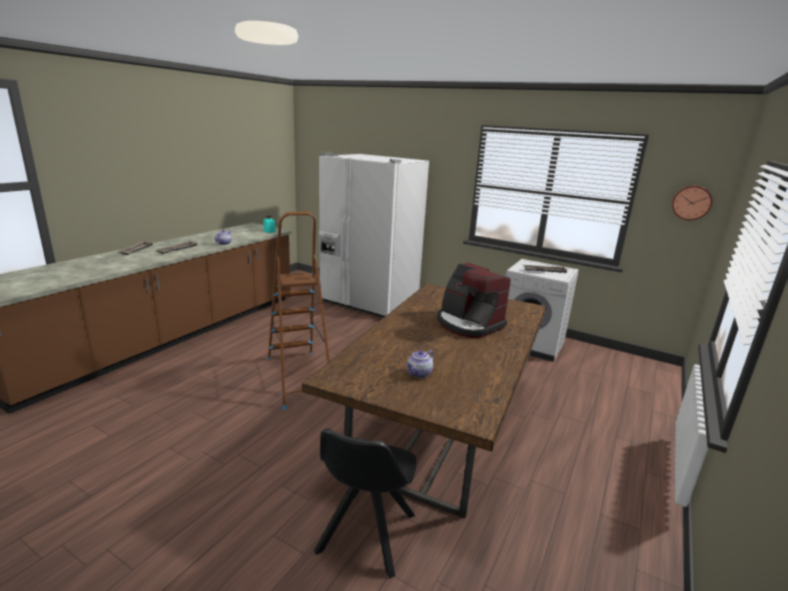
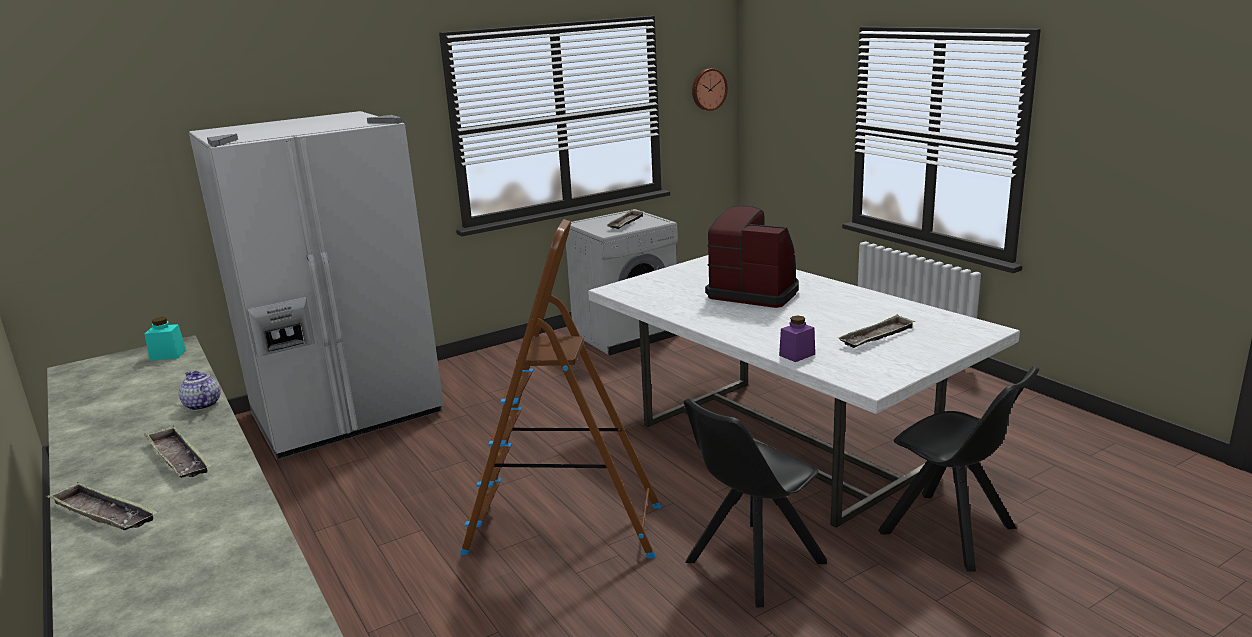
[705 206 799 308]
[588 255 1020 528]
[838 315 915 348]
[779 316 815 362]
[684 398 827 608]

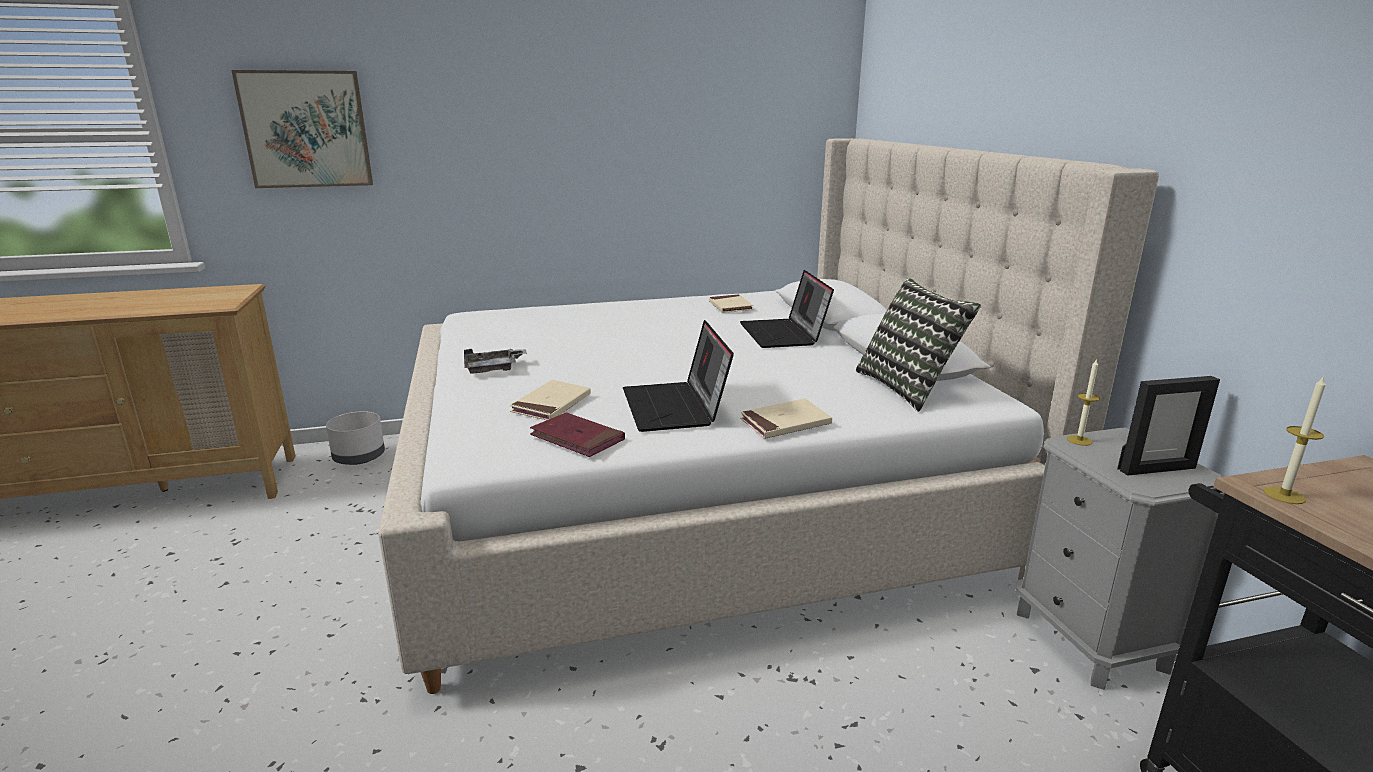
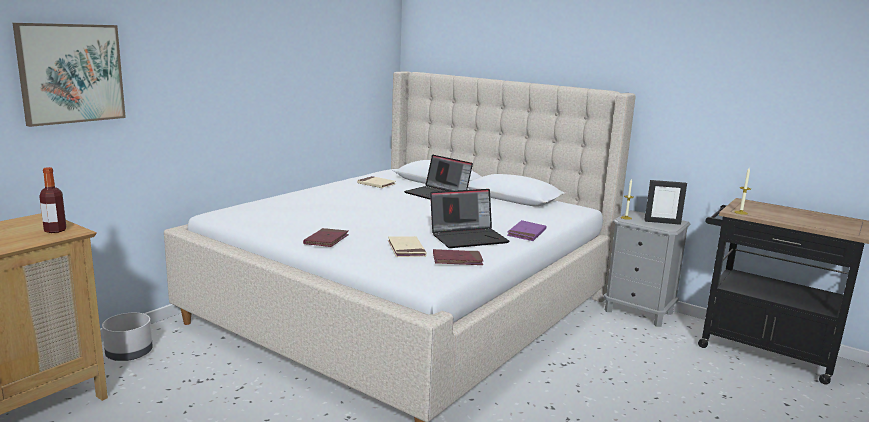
[856 278 981 412] (first image)
[430 189 509 248]
[303 228 349 247]
[644 180 687 225]
[507 220 547 241]
[39 167 66 233]

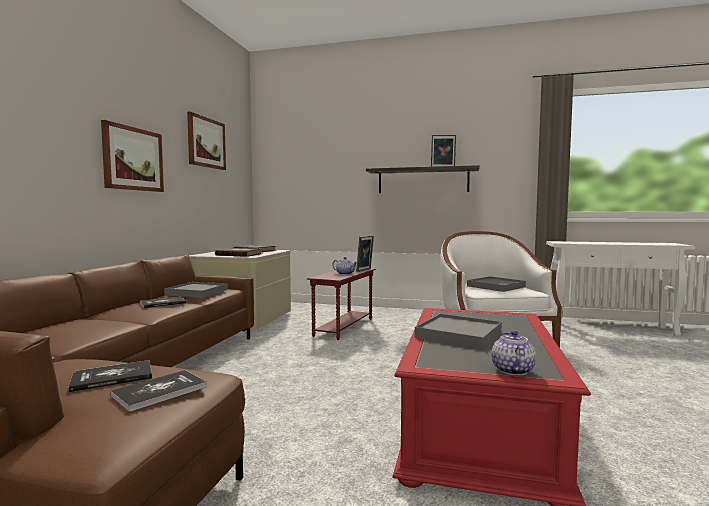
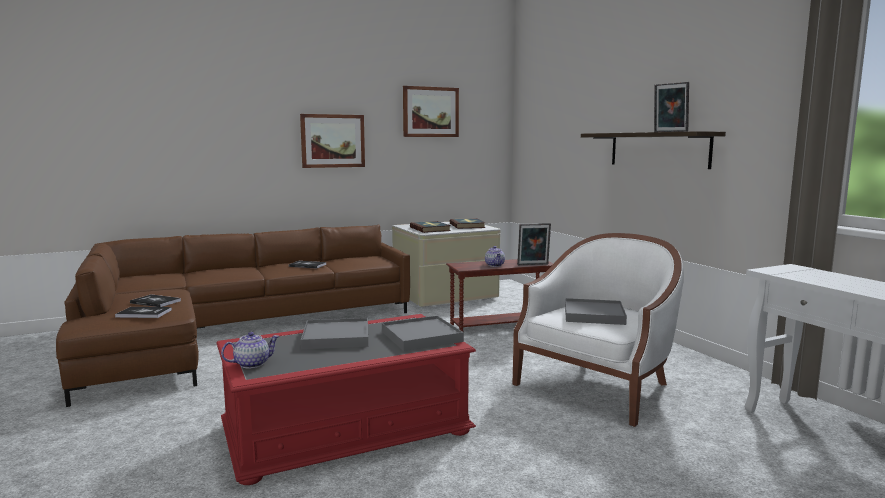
[382 316 464 351]

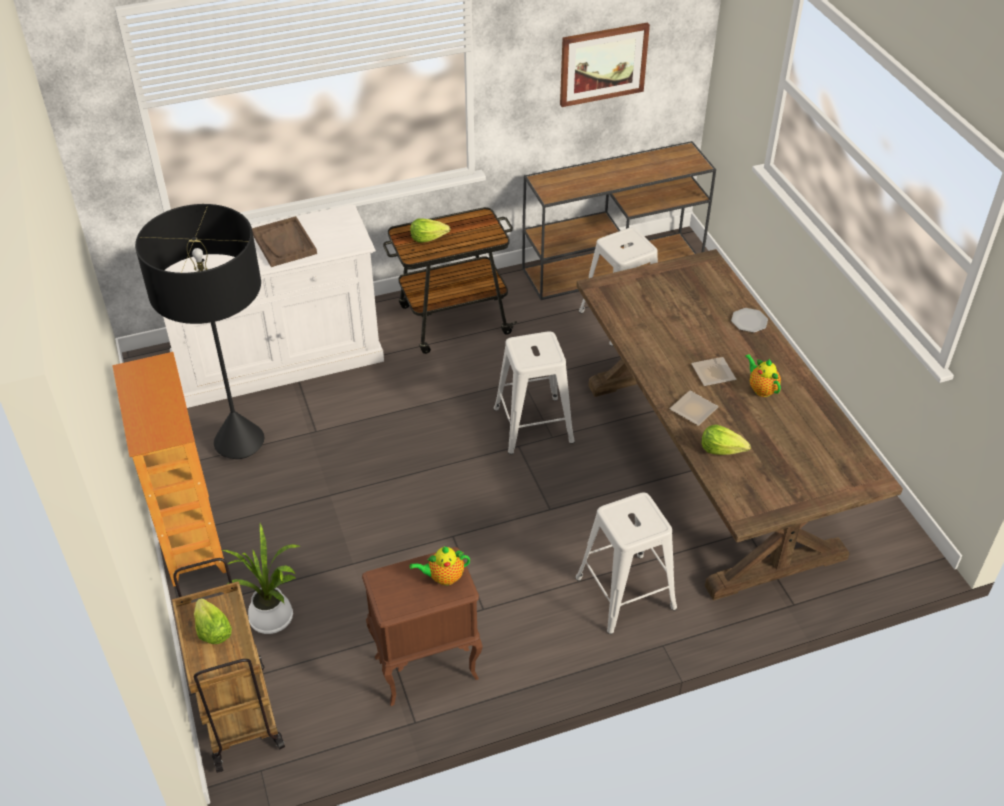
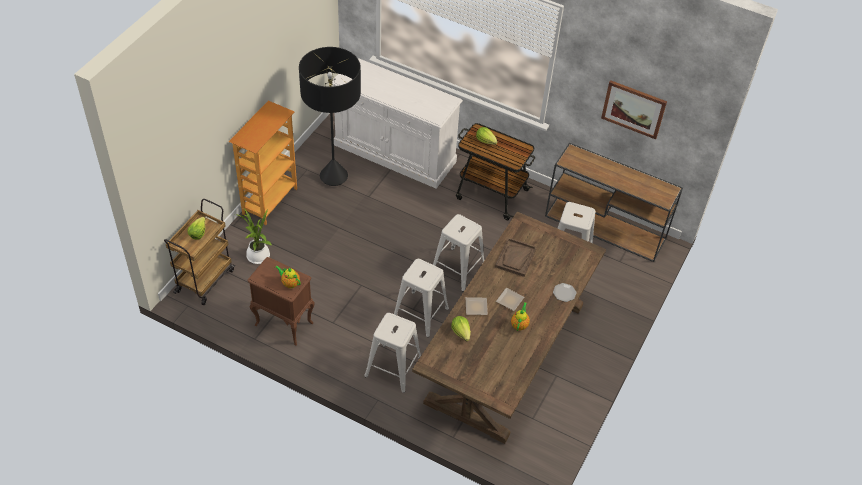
[495 237 537 277]
[394 259 449 337]

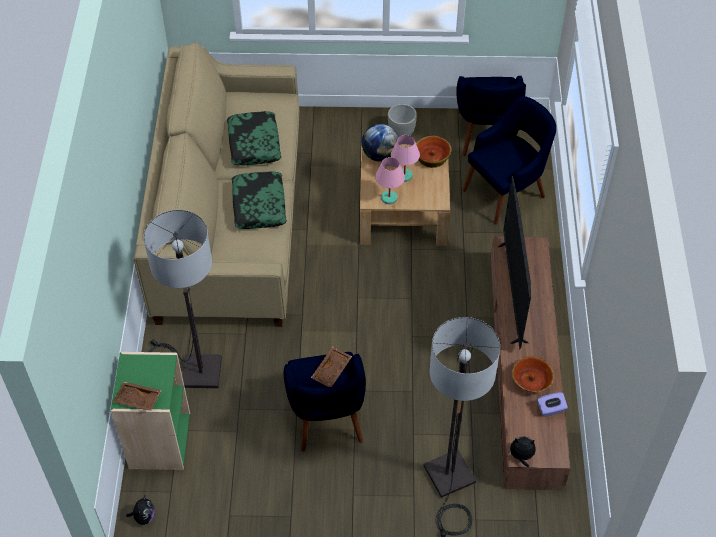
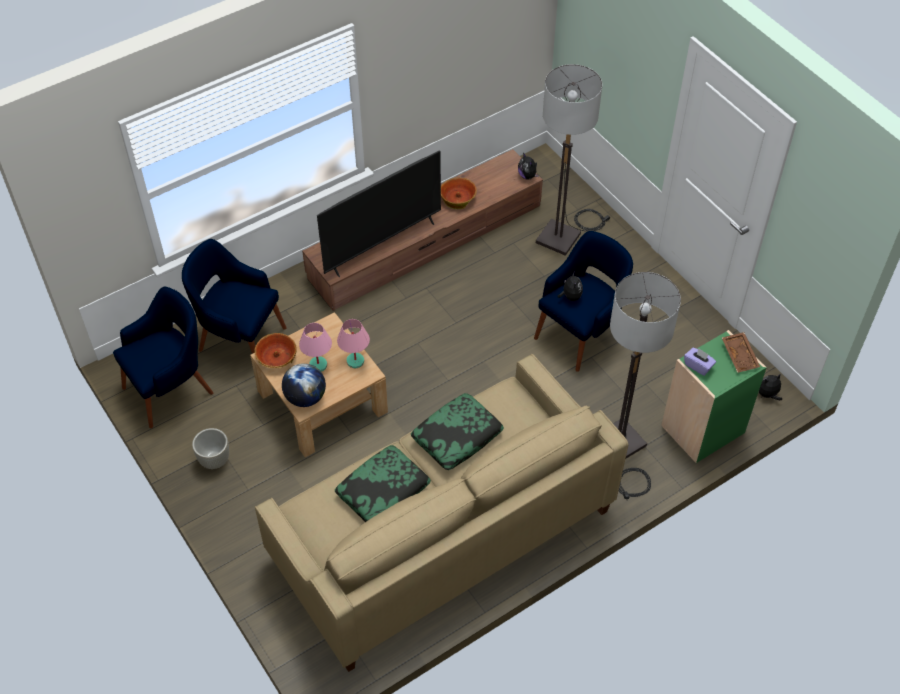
[558 272 583 301]
[684 347 716 376]

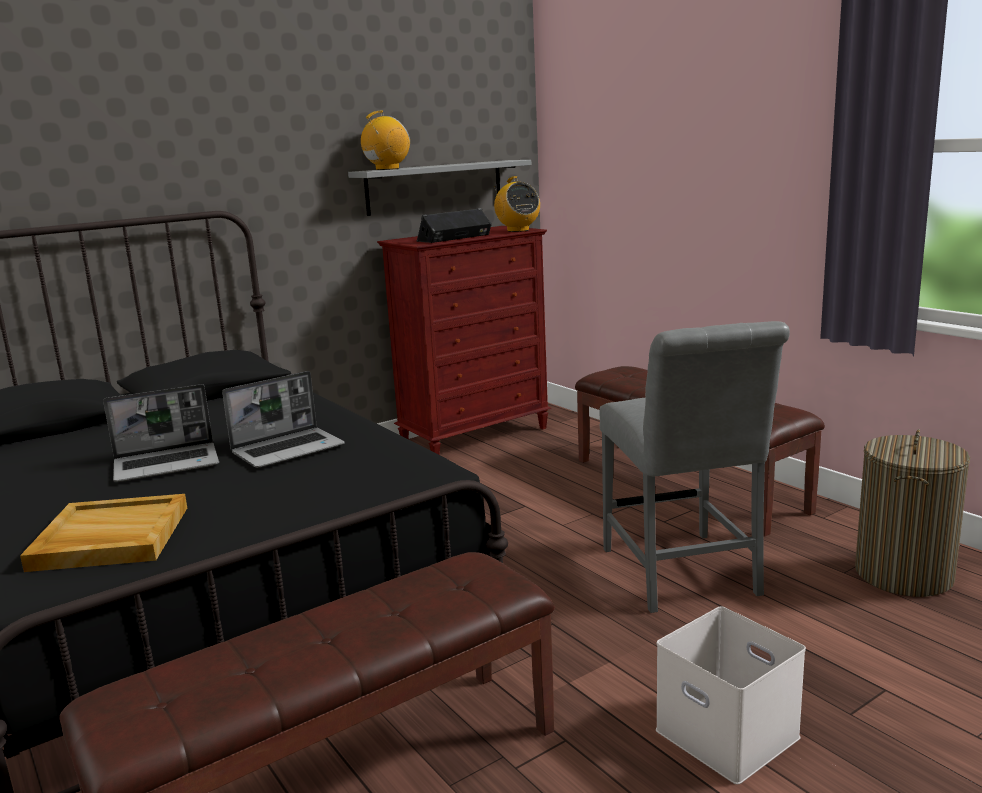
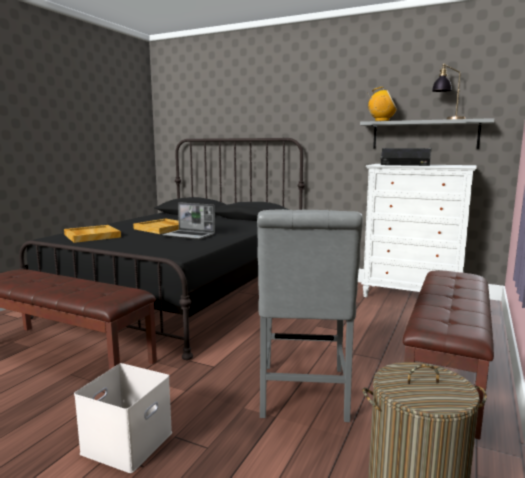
[494 176 540 232] (first image)
[361 164 477 297]
[257 209 363 422]
[133 218 179 234]
[432 64 465 120]

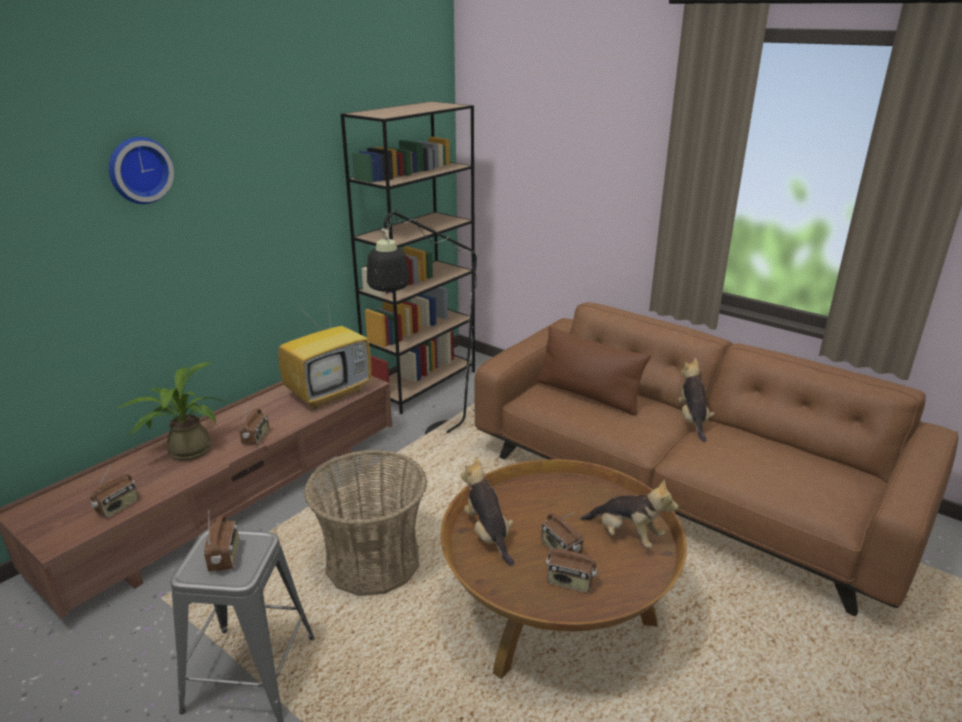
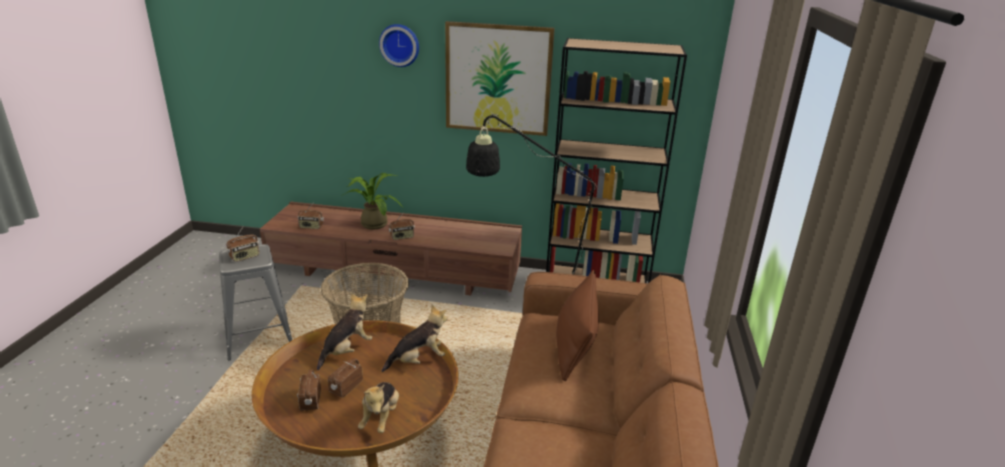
[278 296 371 409] (first image)
[382 304 447 372]
[445 21 555 136]

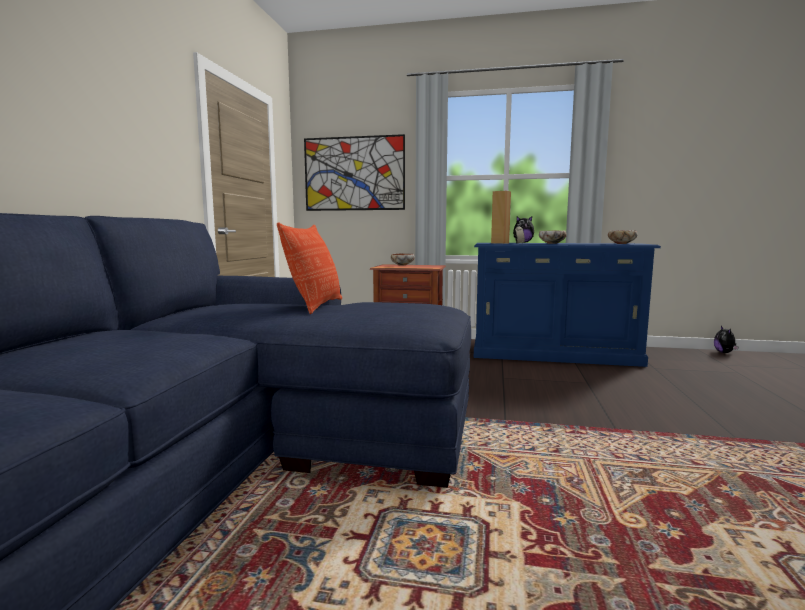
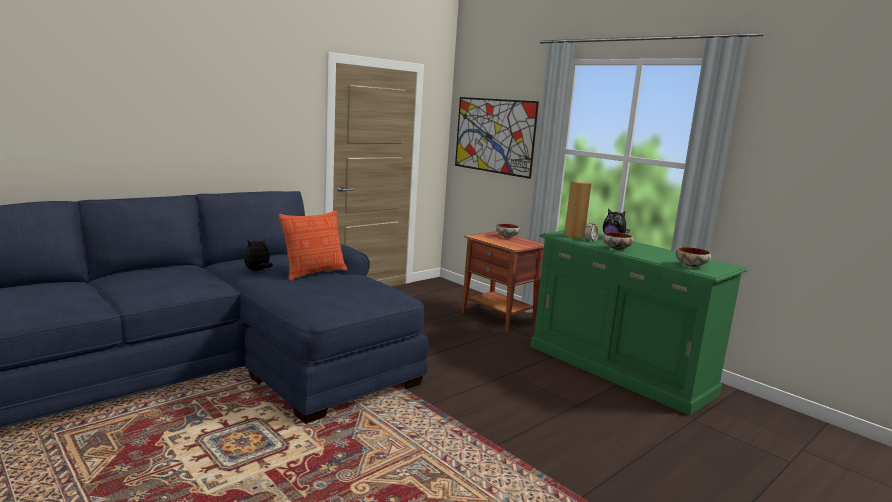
[530 230 747 416]
[244 238 273 271]

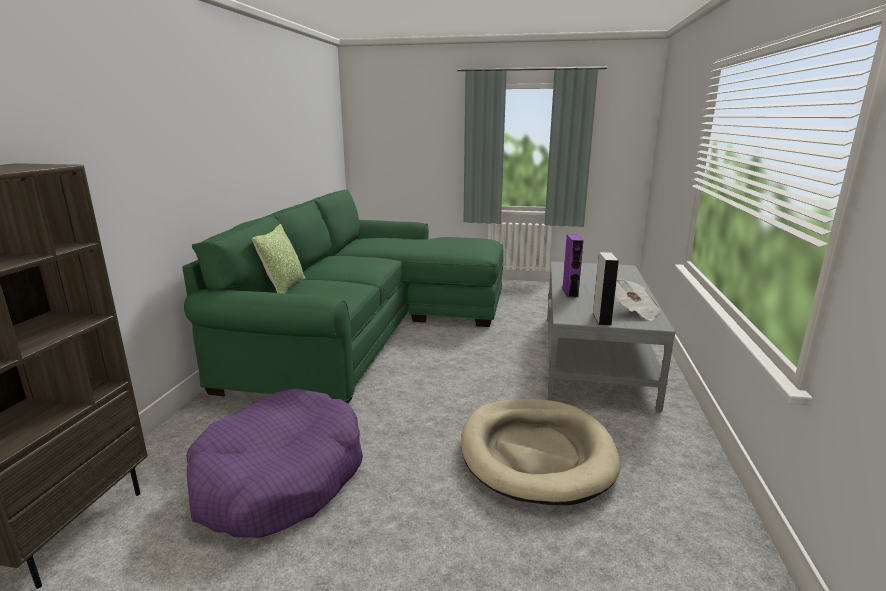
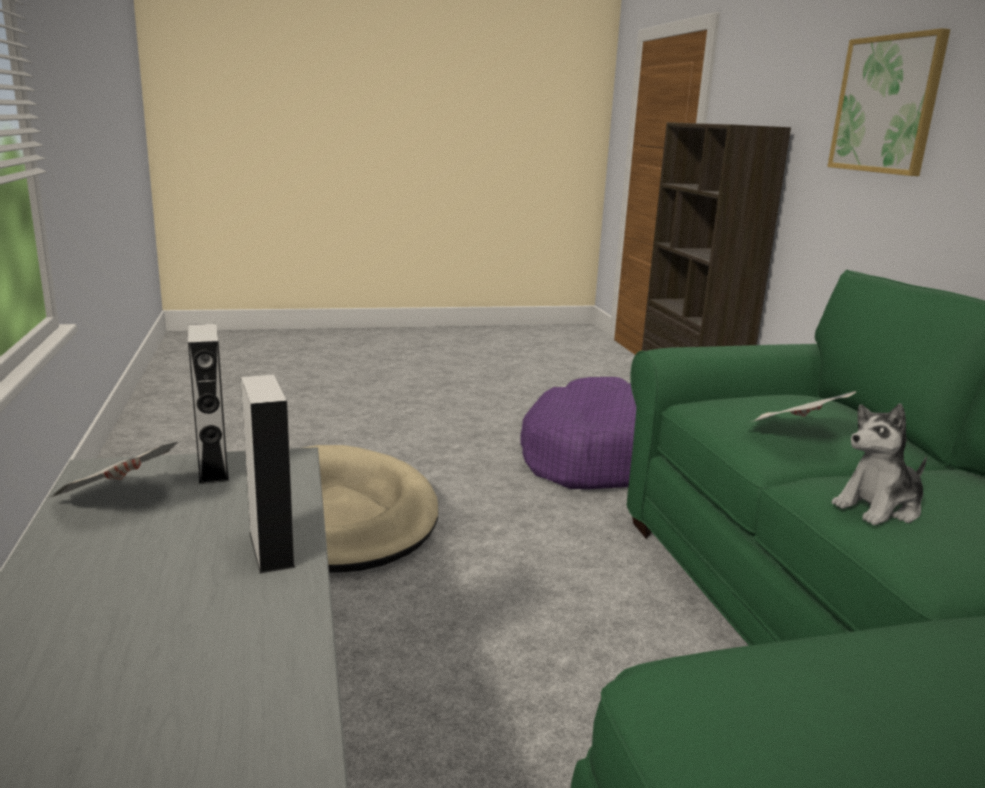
[252 224 305 293] (first image)
[241 375 295 574]
[827 28 950 176]
[748 391 856 423]
[831 404 927 525]

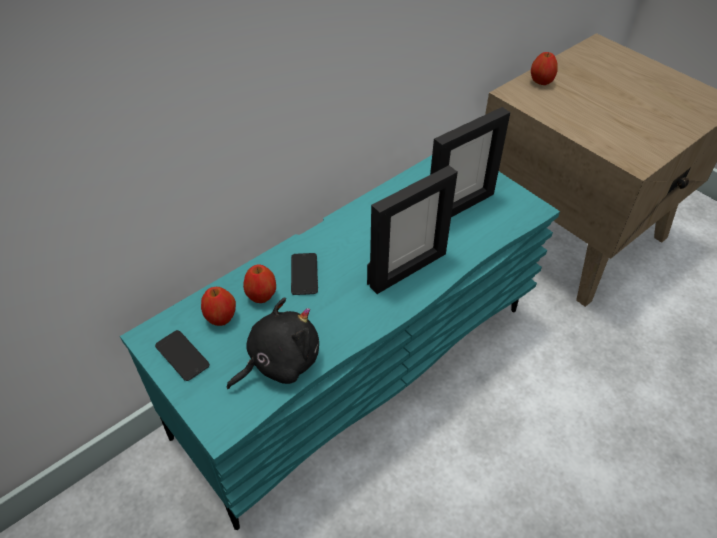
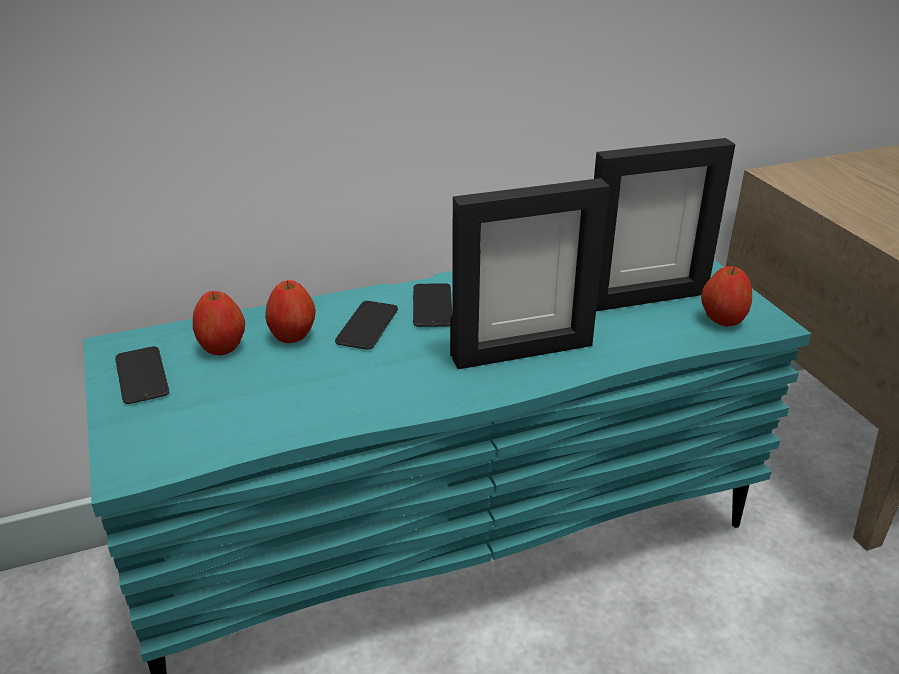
[701 266 752 327]
[226 298 319 389] (first image)
[413 283 452 327]

